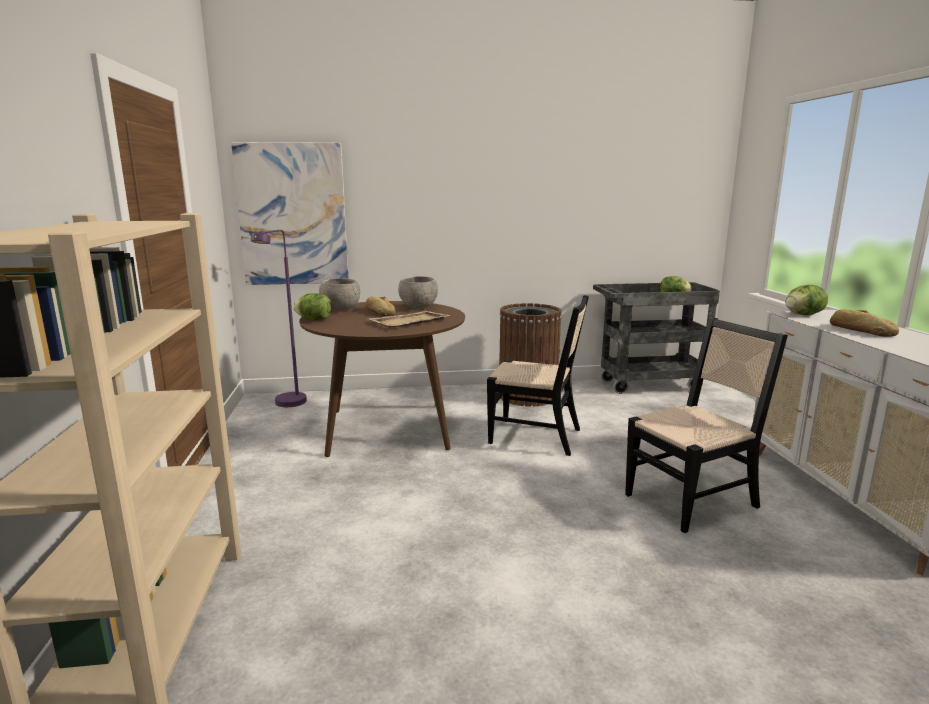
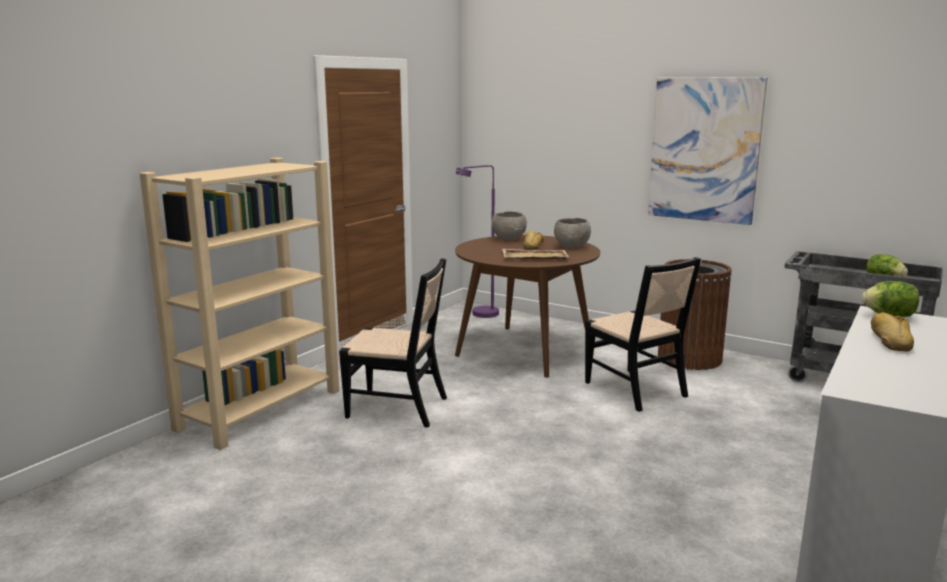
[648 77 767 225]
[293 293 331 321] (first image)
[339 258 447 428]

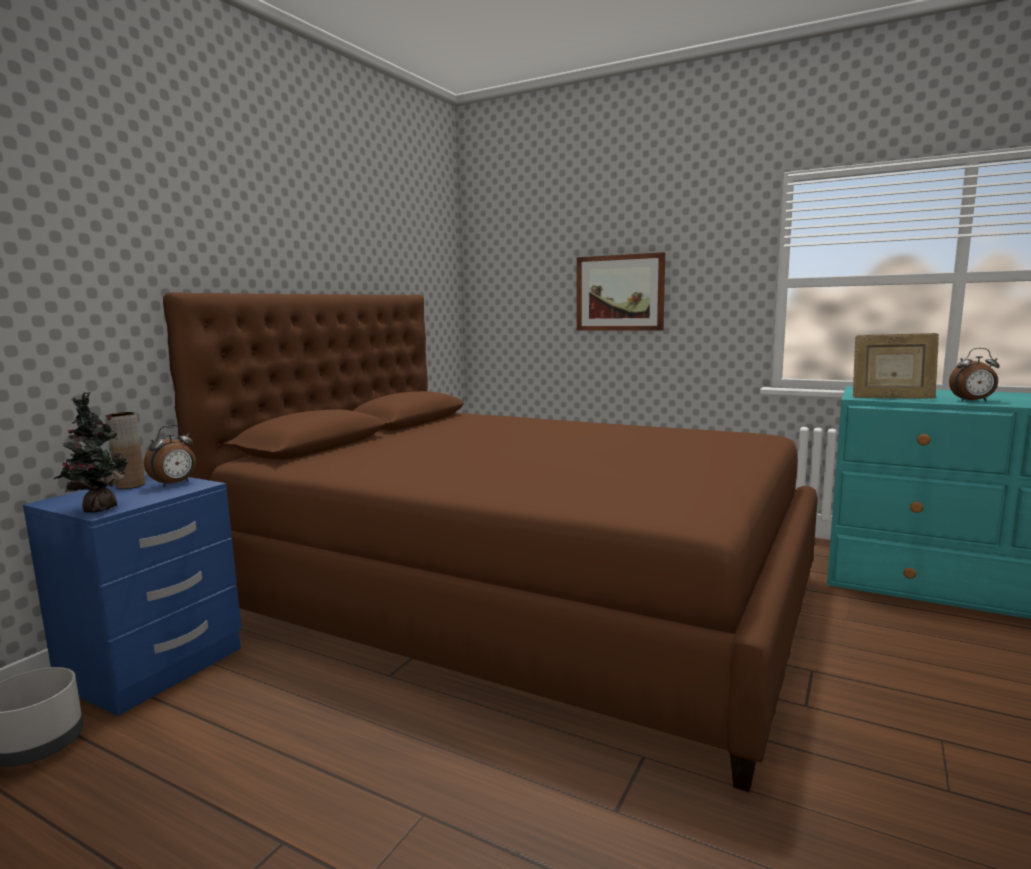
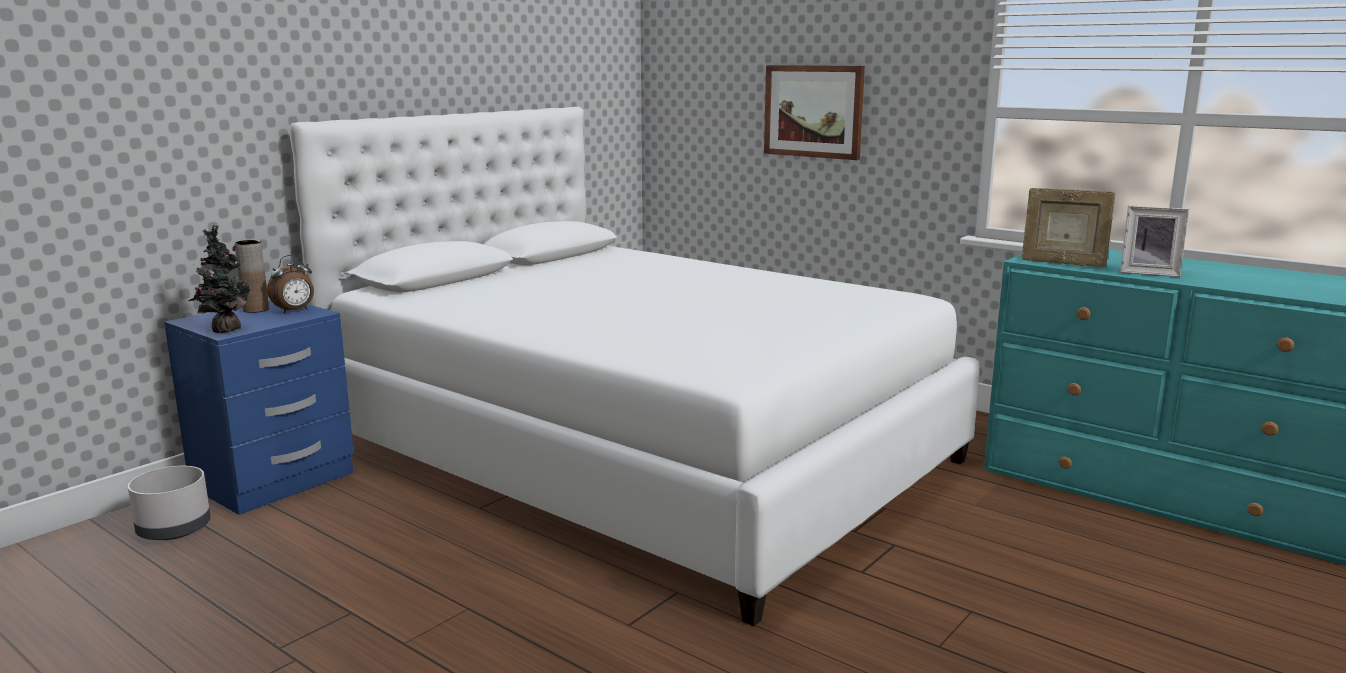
[289 107 980 626]
[1120 206 1189 277]

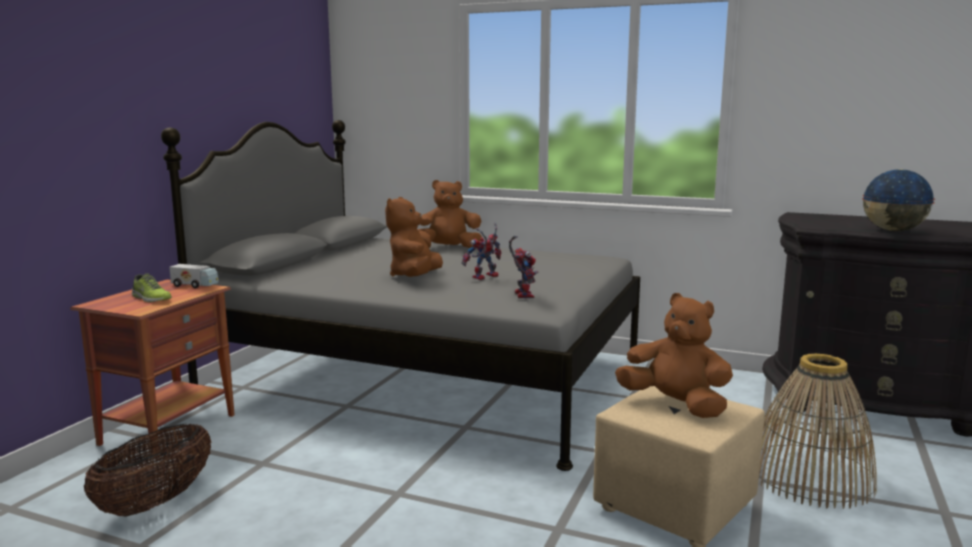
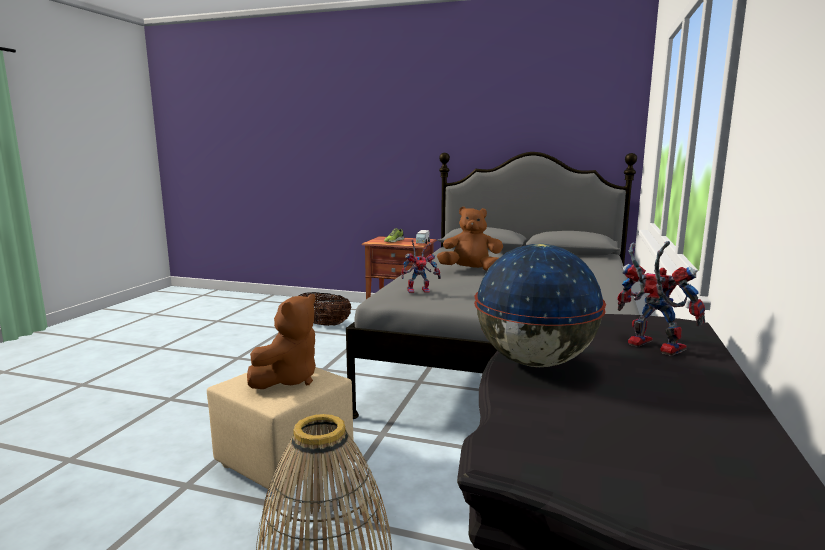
[417 180 482 248] (first image)
[617 241 705 356]

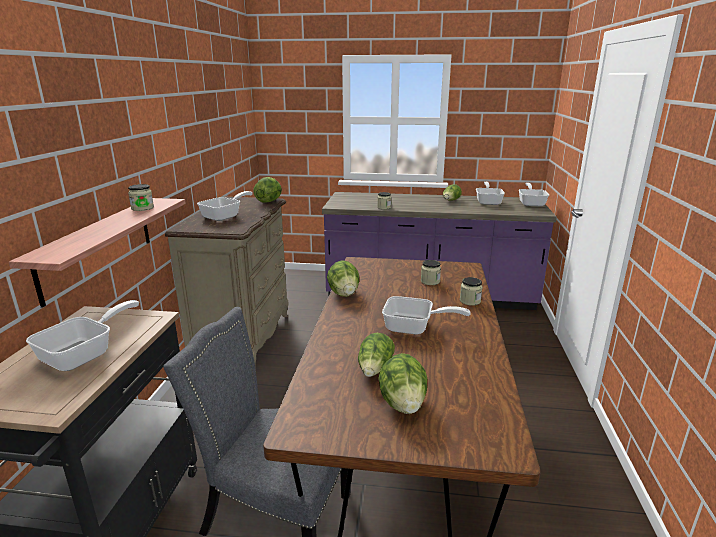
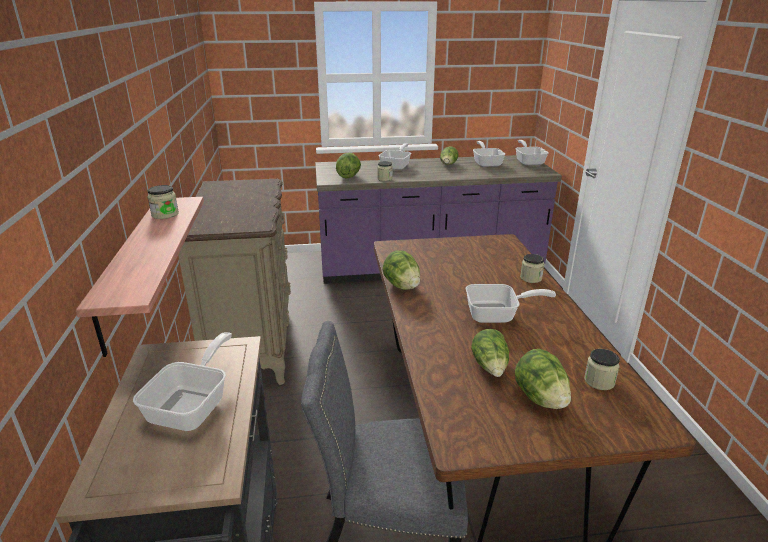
[336 153 361 179]
[379 143 411 170]
[584 349 620 390]

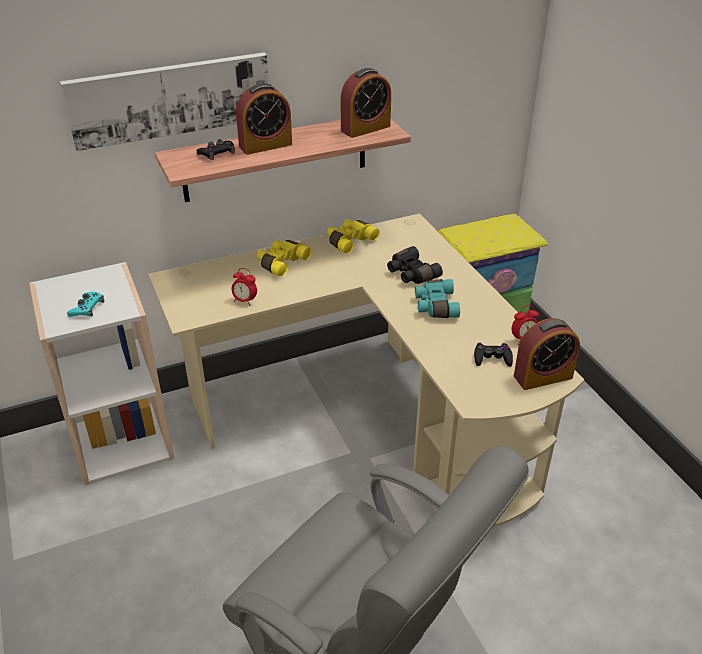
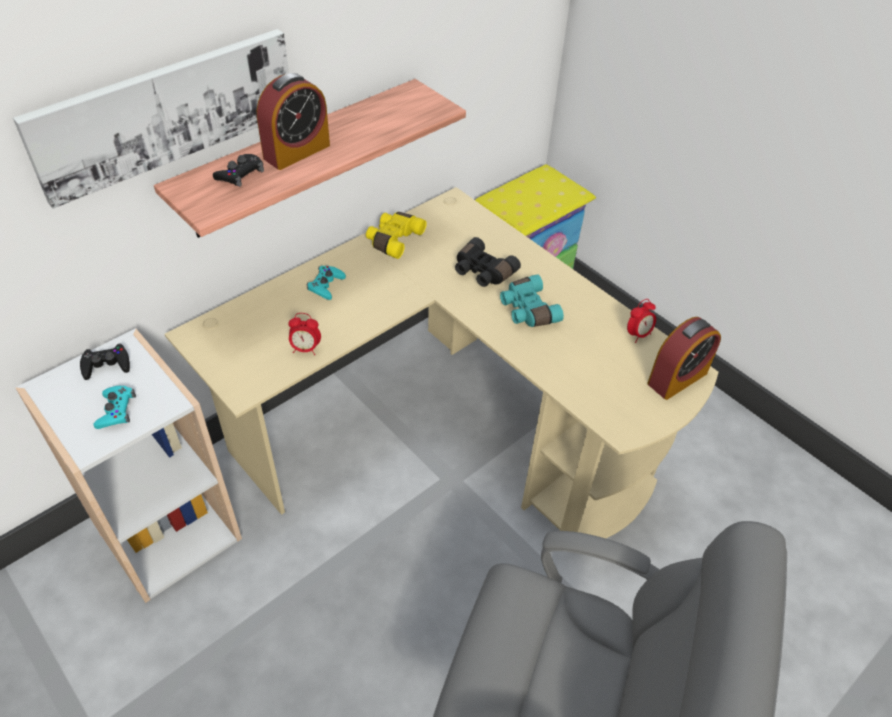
[341 68 391 138] (first image)
[307 266 346 300]
[80 343 130 380]

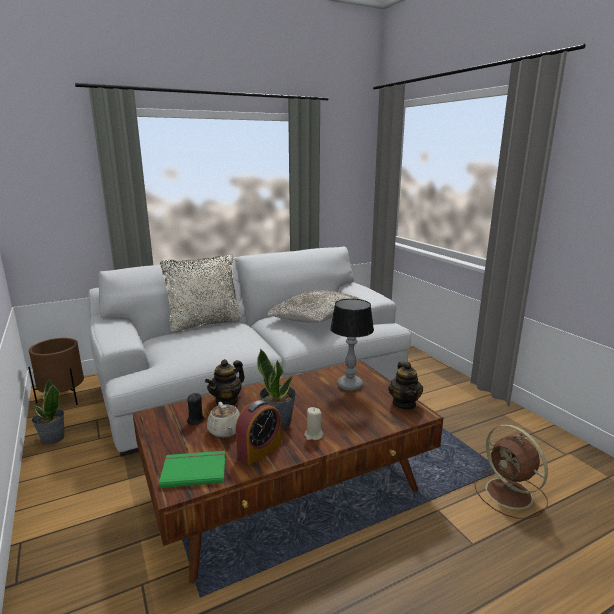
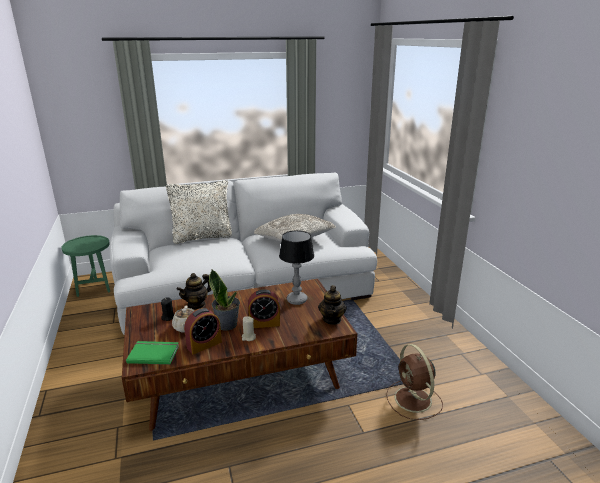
[61 235 110 297]
[32 379 64 444] (first image)
[248 289 280 328]

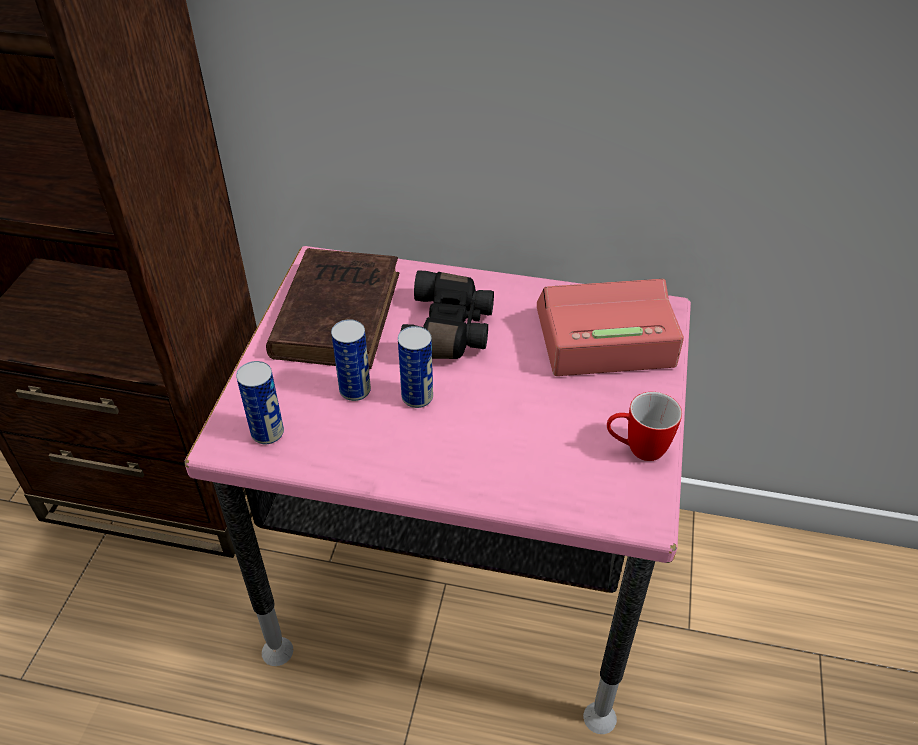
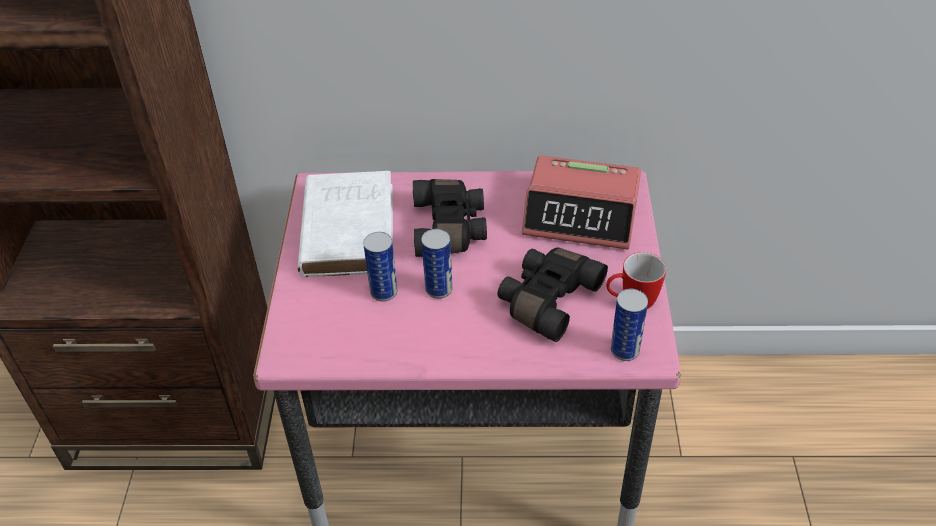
[298 171 393 277]
[522 156 641 250]
[611 289 648 361]
[497 248 608 342]

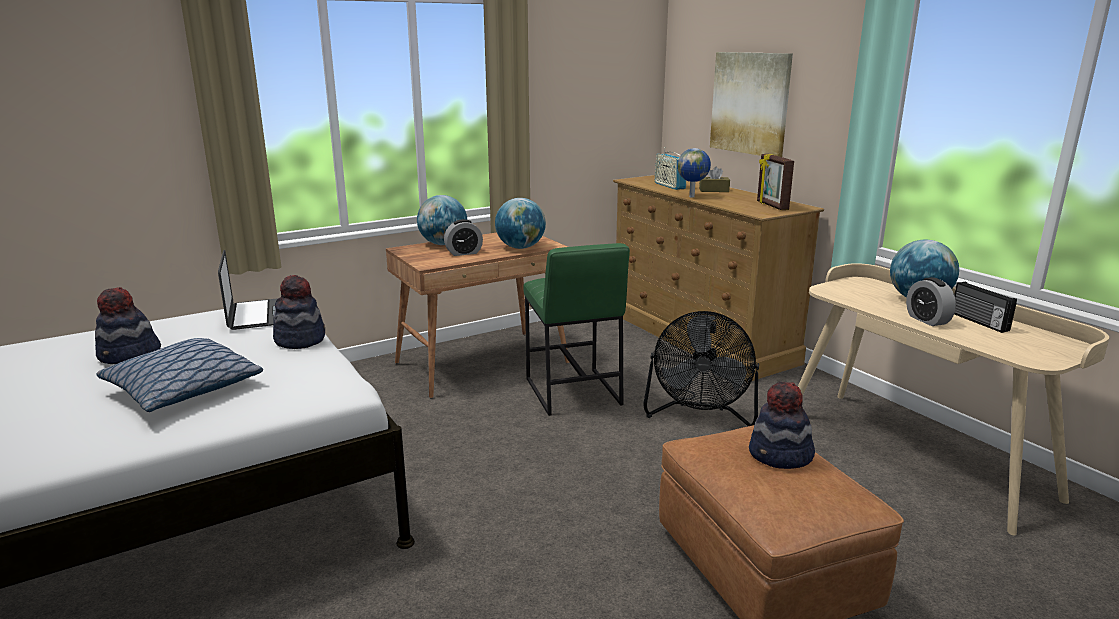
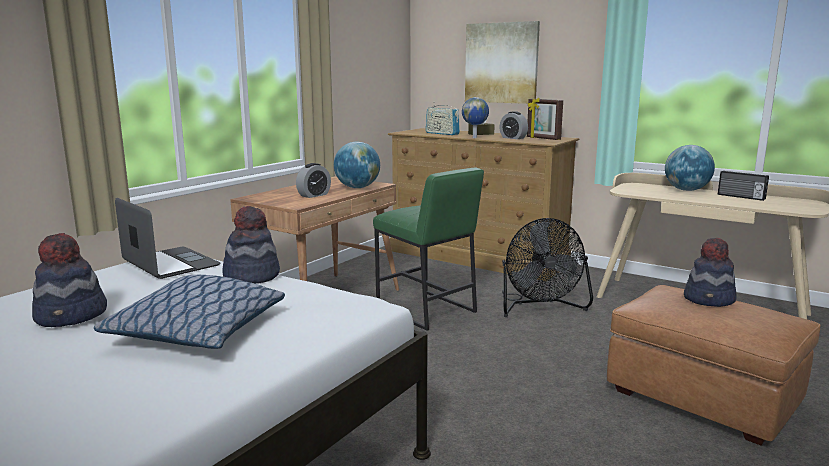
[417 195 467 245] (first image)
[499 111 528 139]

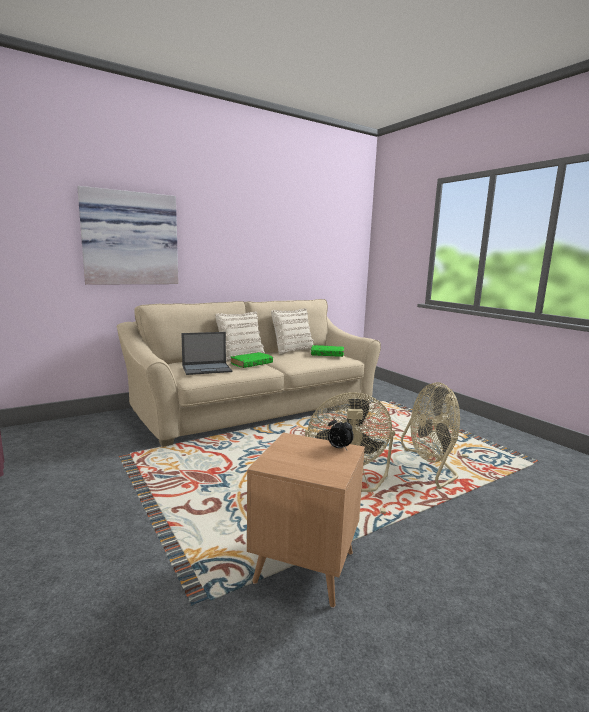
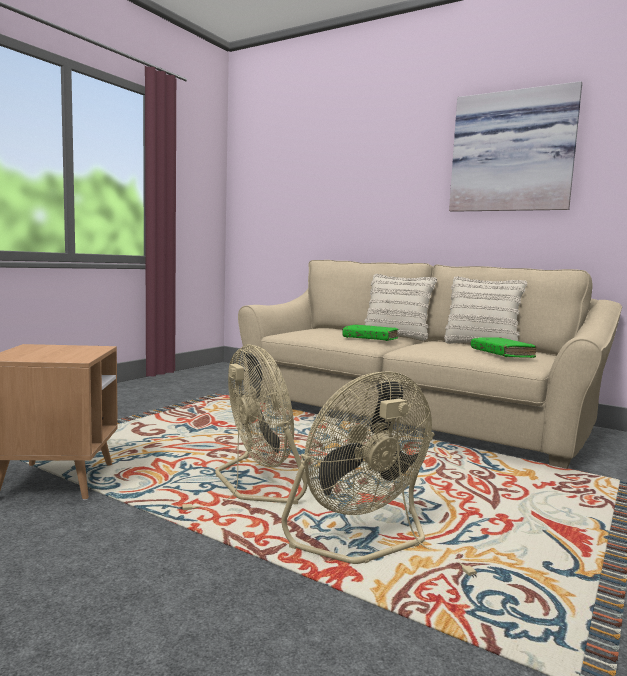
[449 81 582 212]
[181 332 232 375] (first image)
[328 417 354 450] (first image)

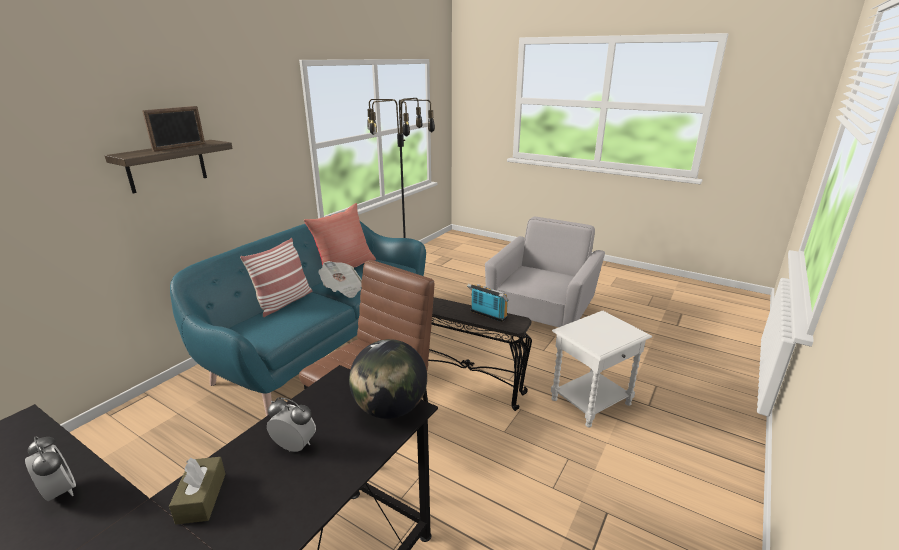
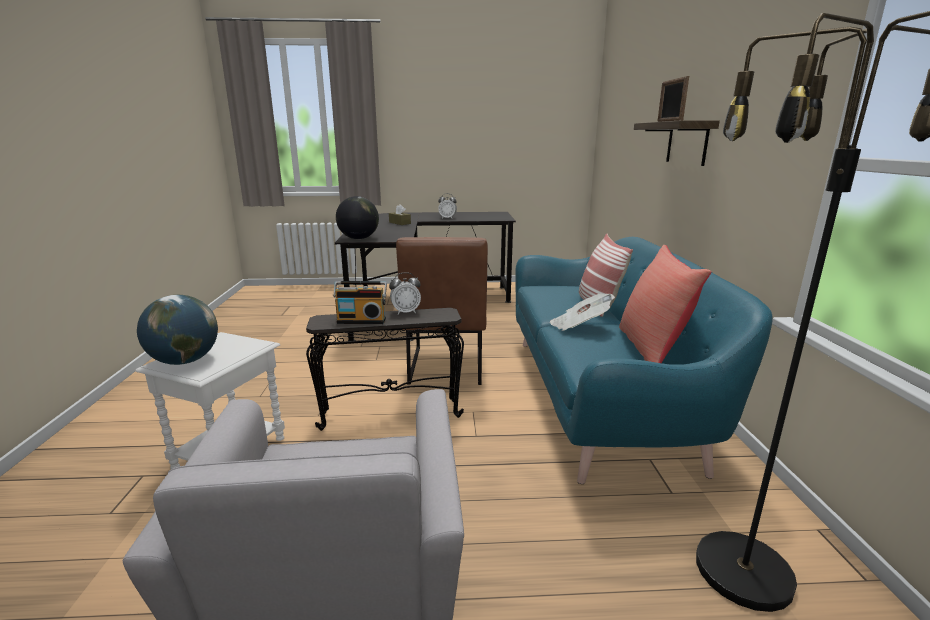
[389 272 421 315]
[137 295 218 365]

